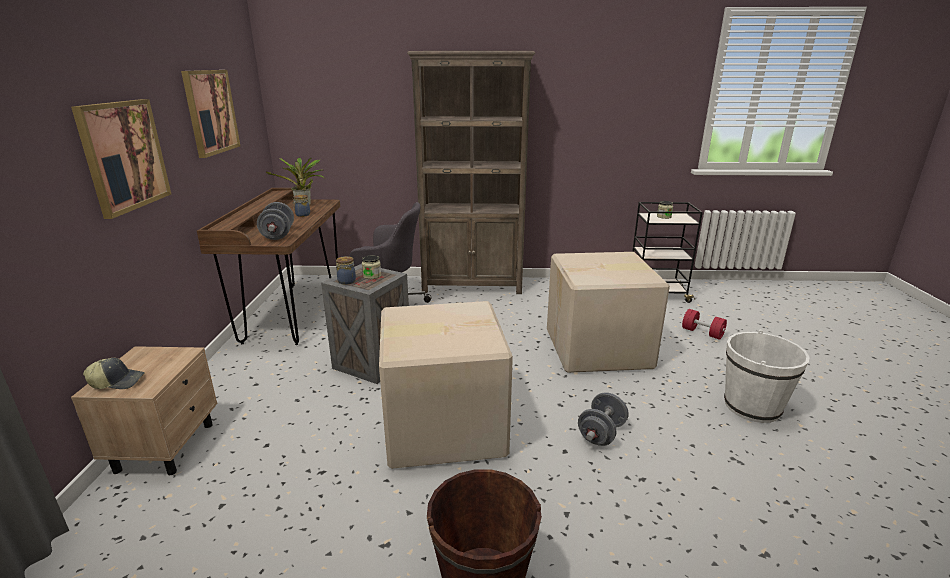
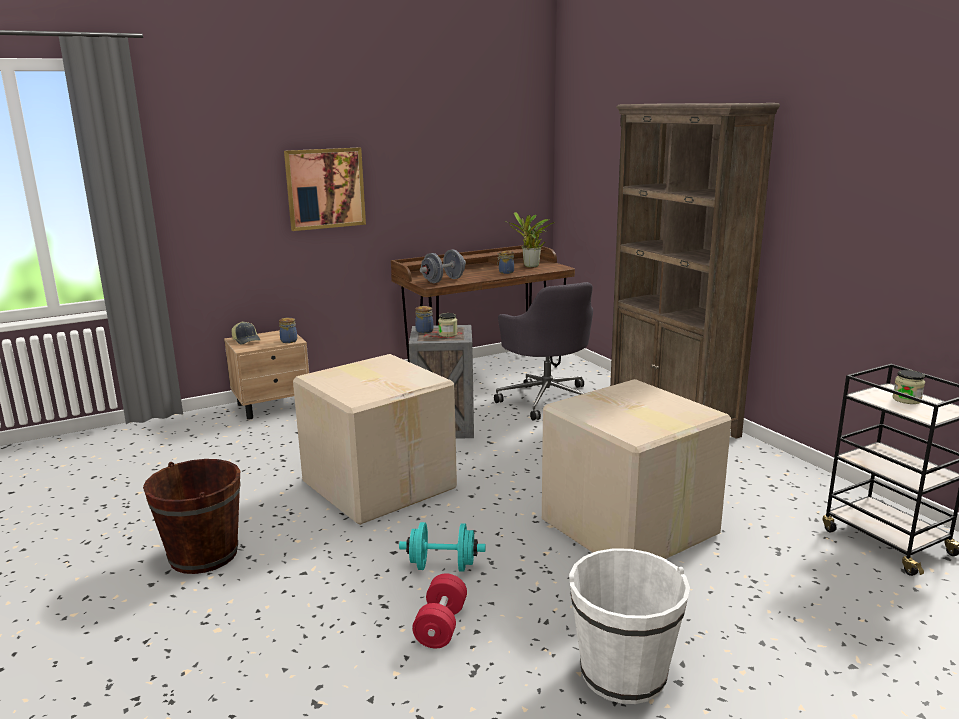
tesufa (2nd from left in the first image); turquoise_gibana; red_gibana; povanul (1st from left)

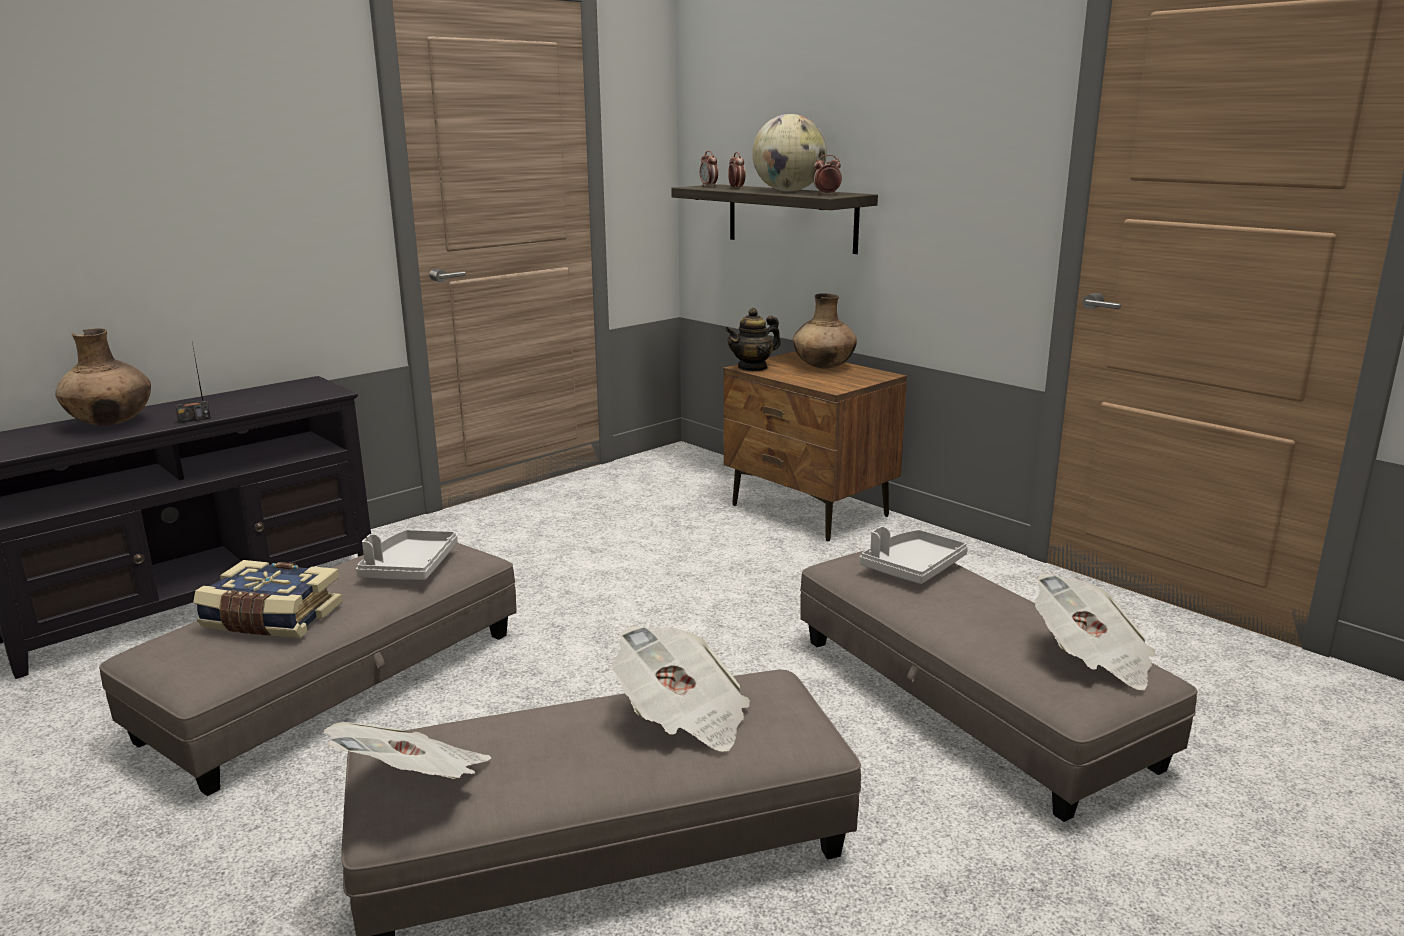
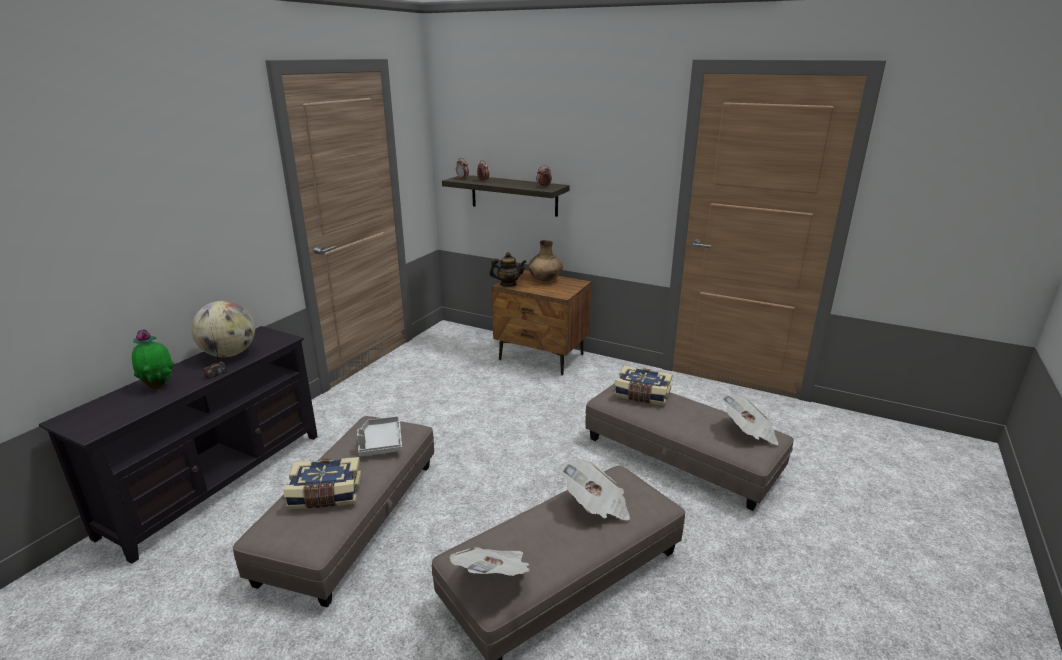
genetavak; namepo; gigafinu; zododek (2nd from left)

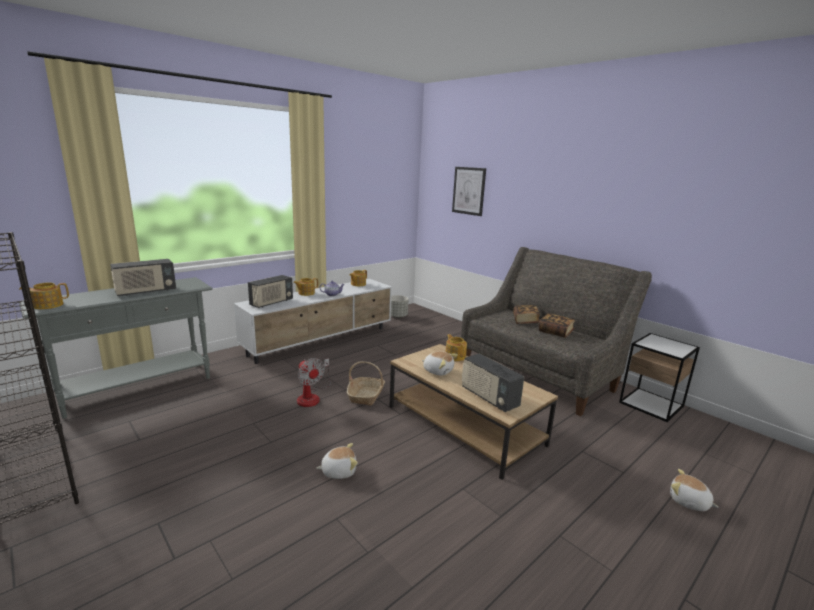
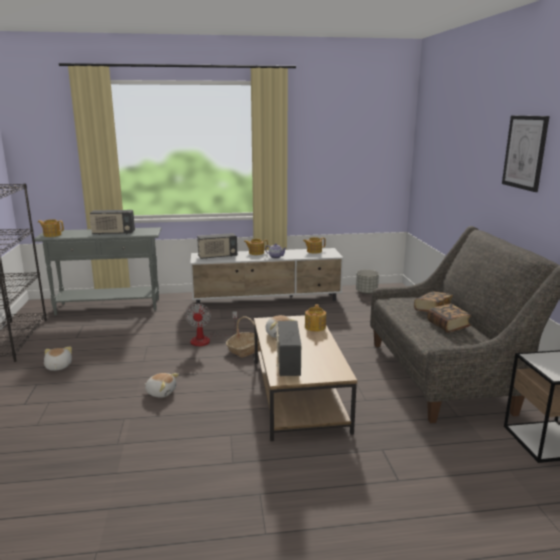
tesufa; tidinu (1st from left)

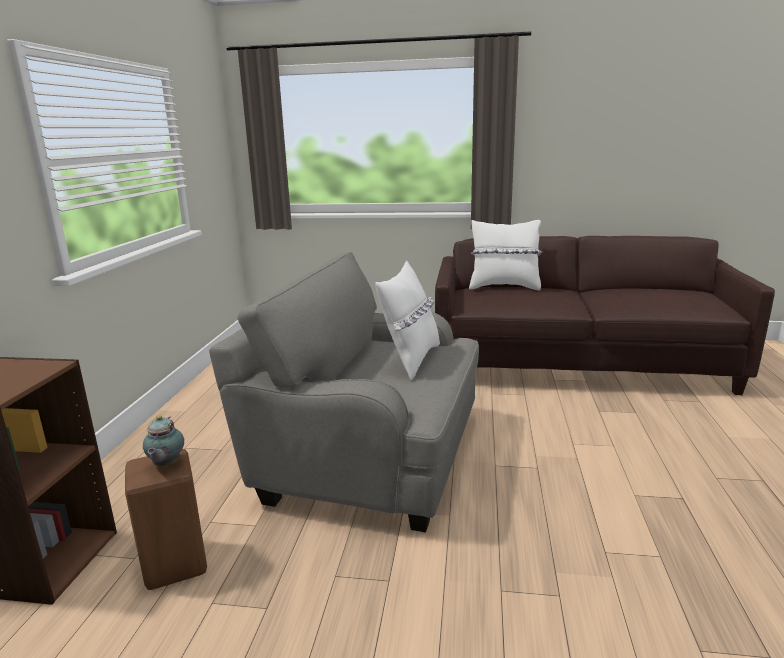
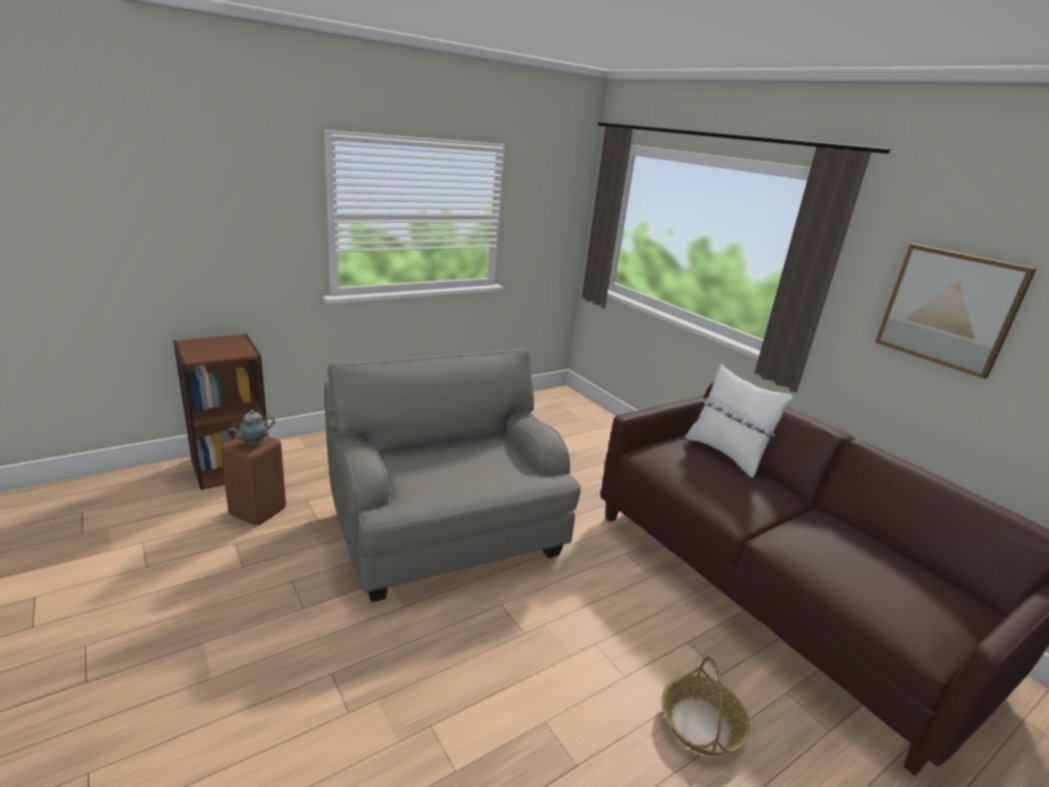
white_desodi (1st from left in the first image); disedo; tesufa

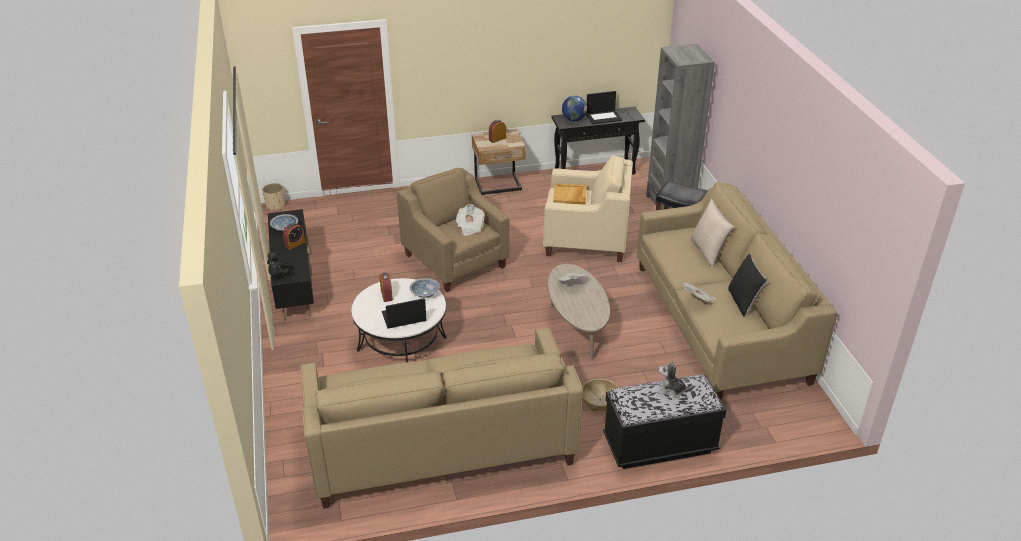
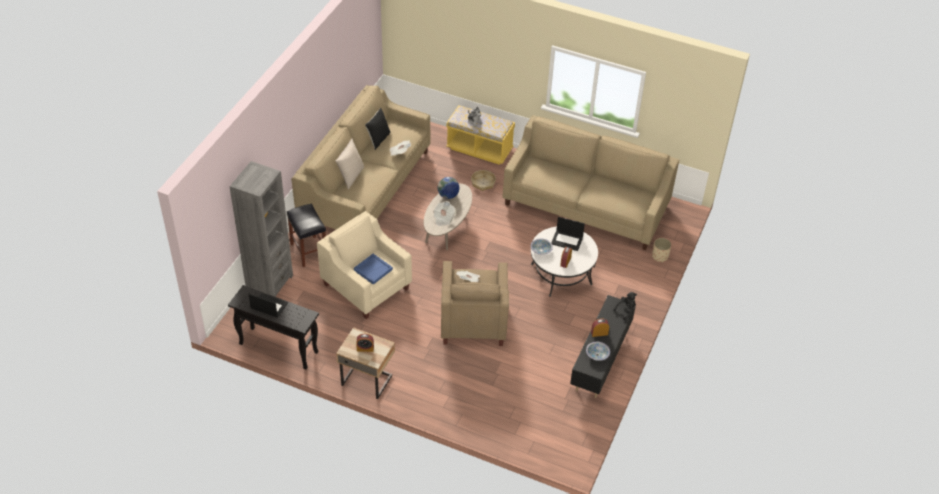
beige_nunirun; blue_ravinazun; gigafinu; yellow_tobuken

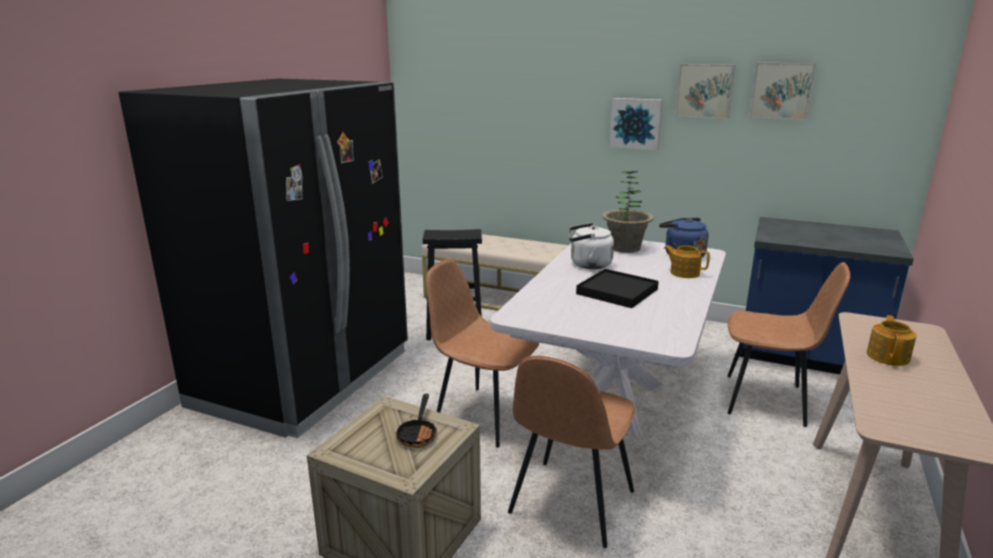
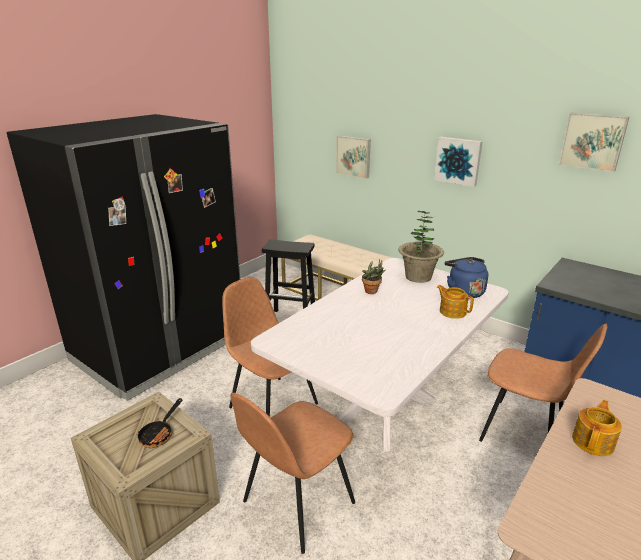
genetavak (1st from left); black_ravinazun; tesufa (1st from left)

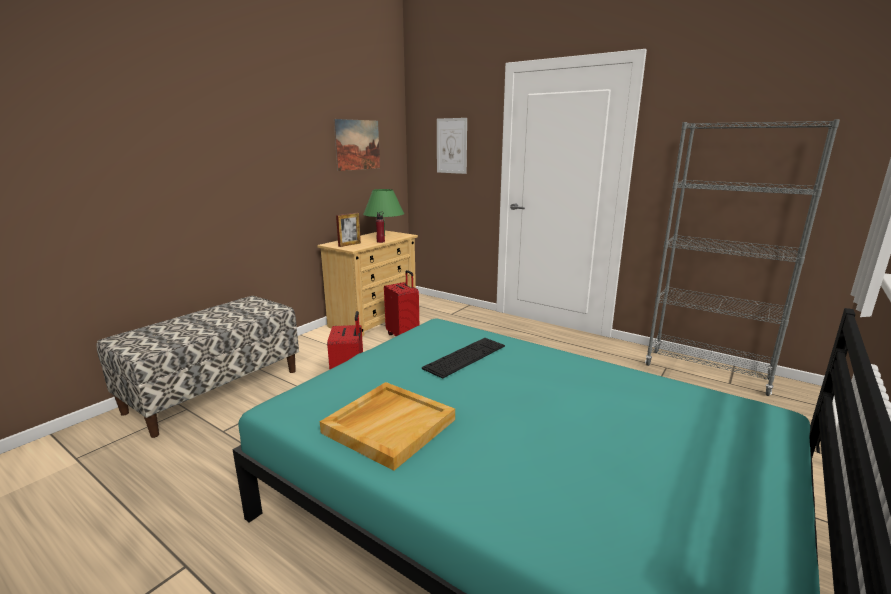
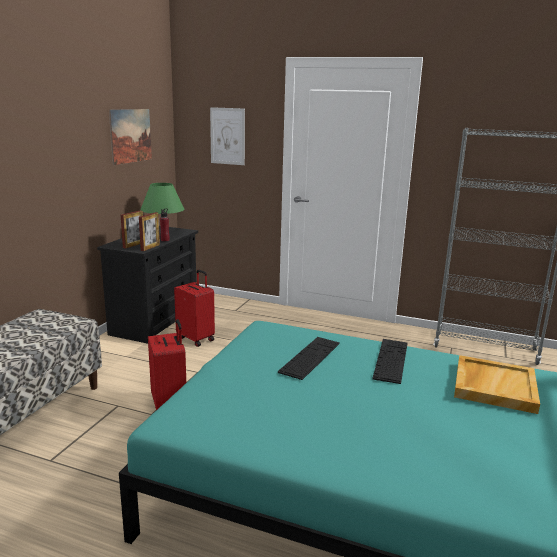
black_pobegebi; beige_ravinazun; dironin (2nd from left); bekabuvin (2nd from left)

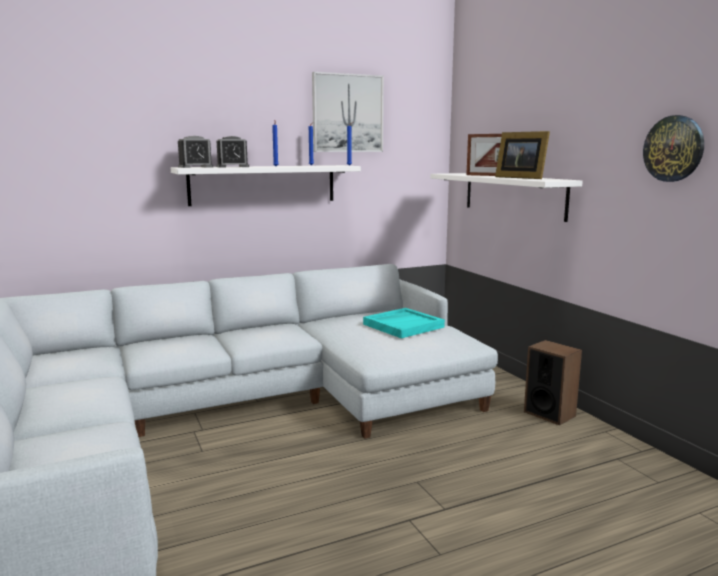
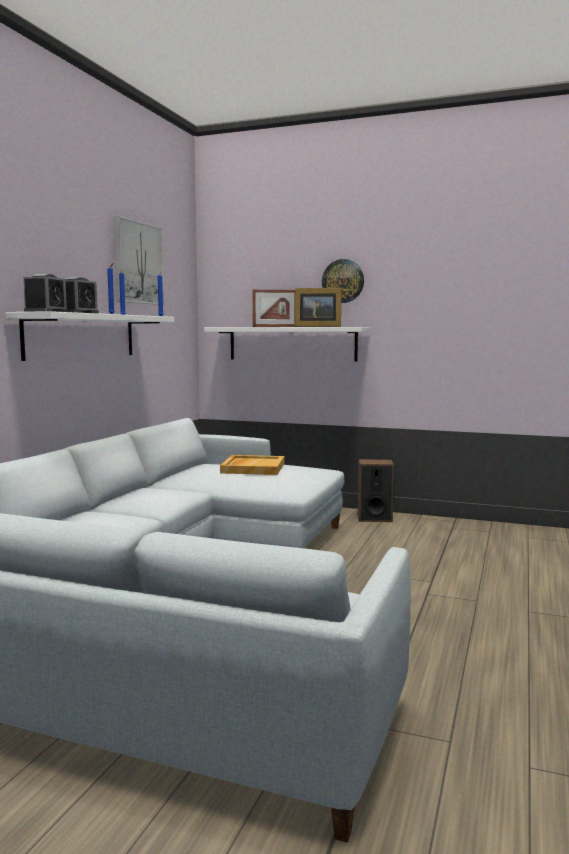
beige_ravinazun; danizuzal

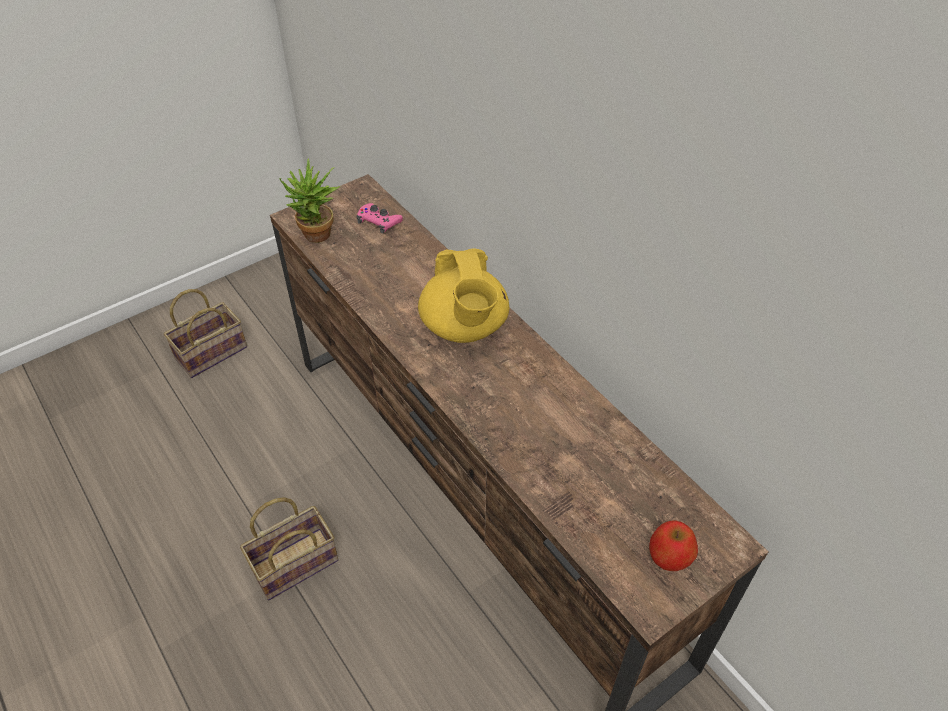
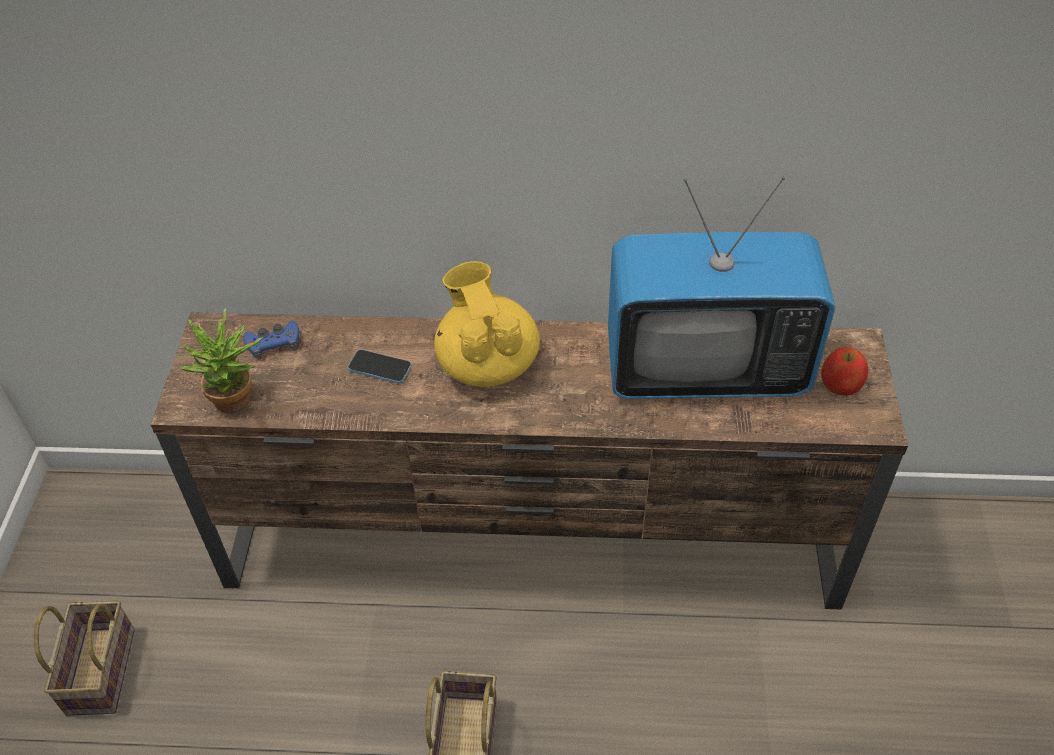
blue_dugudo; yellow_namepo; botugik; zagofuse

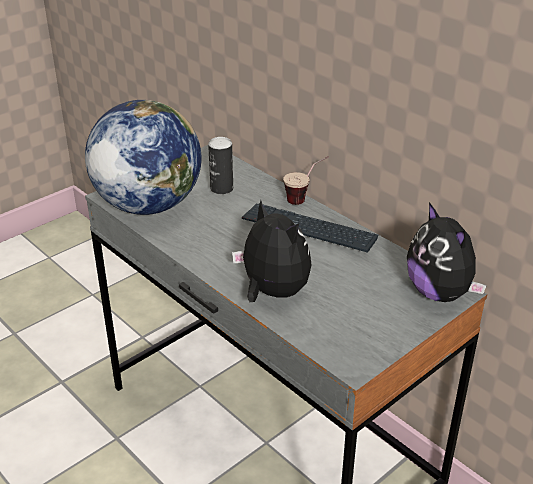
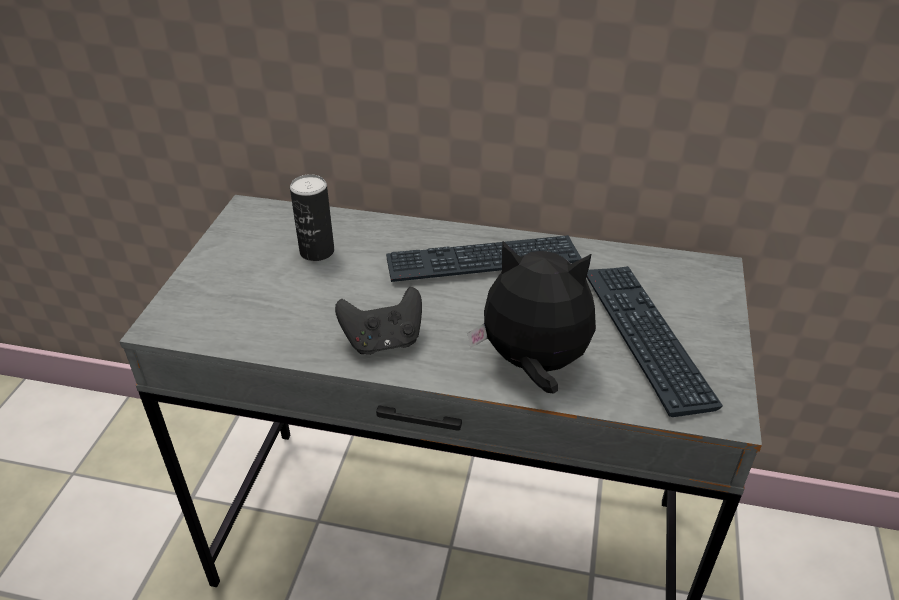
gigafinu; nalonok; tidinu (2nd from left in the first image); black_dugudo; bekabuvin (2nd from left)

